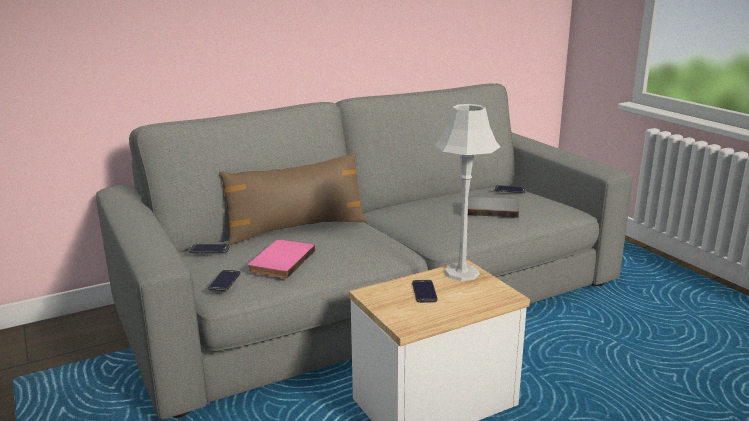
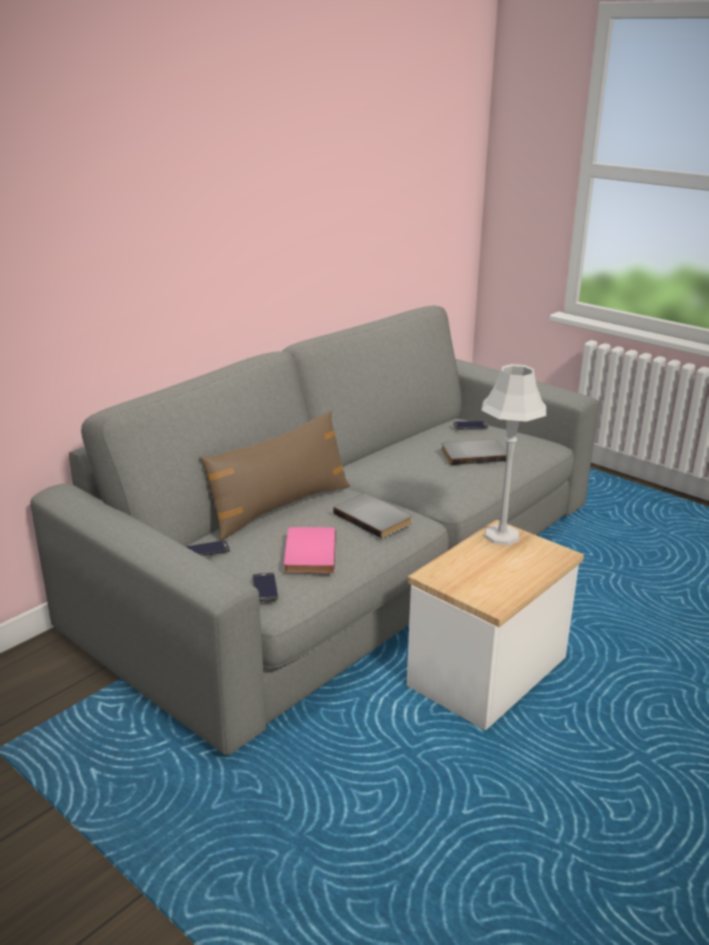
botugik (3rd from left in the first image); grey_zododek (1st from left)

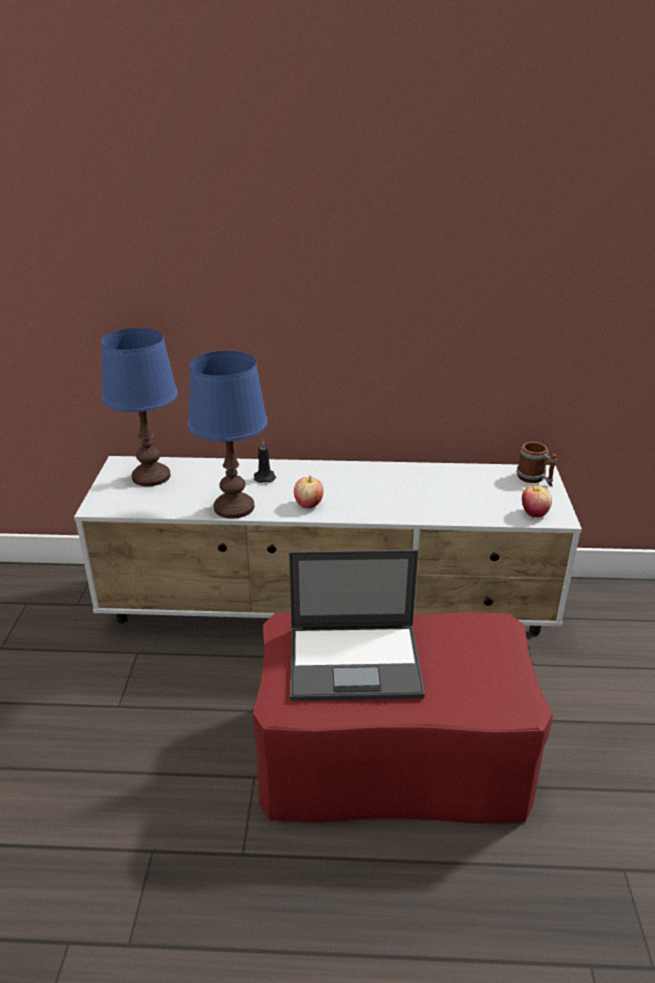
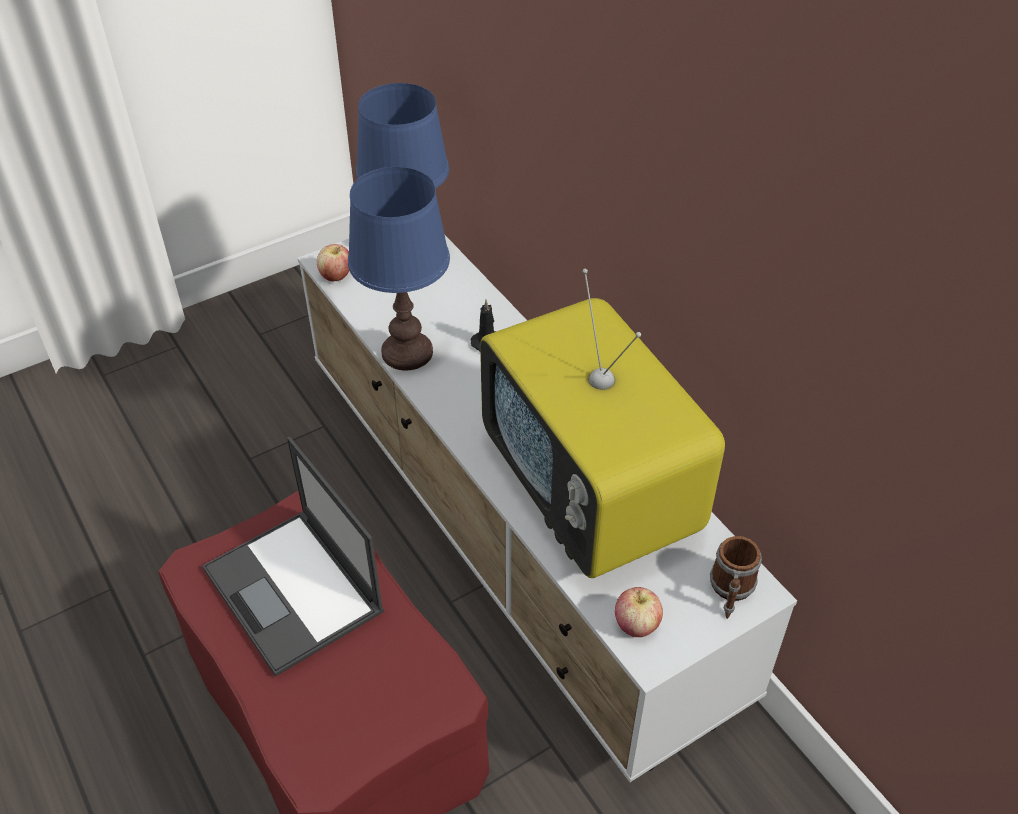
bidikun (1st from left); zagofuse

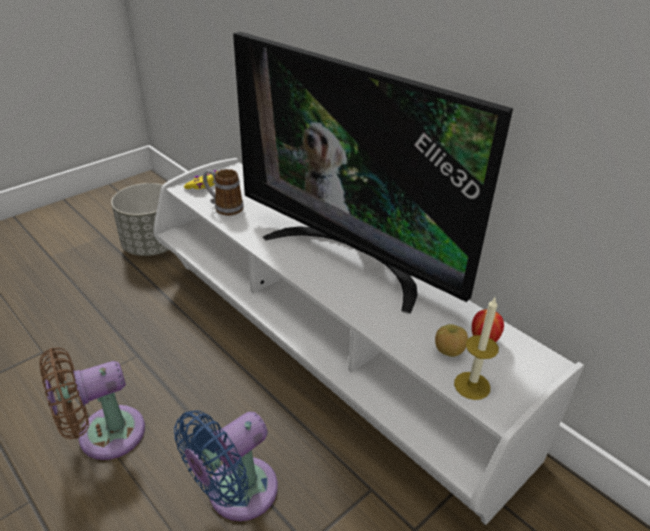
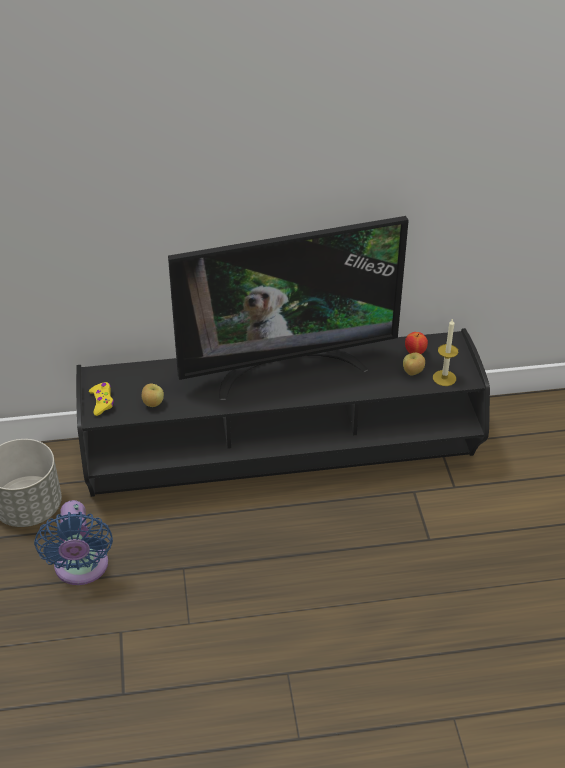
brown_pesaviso; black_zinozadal; blue_pesaviso; bidikun (1st from left)

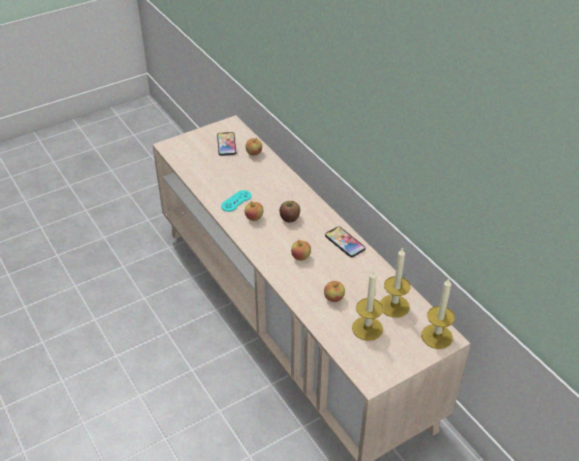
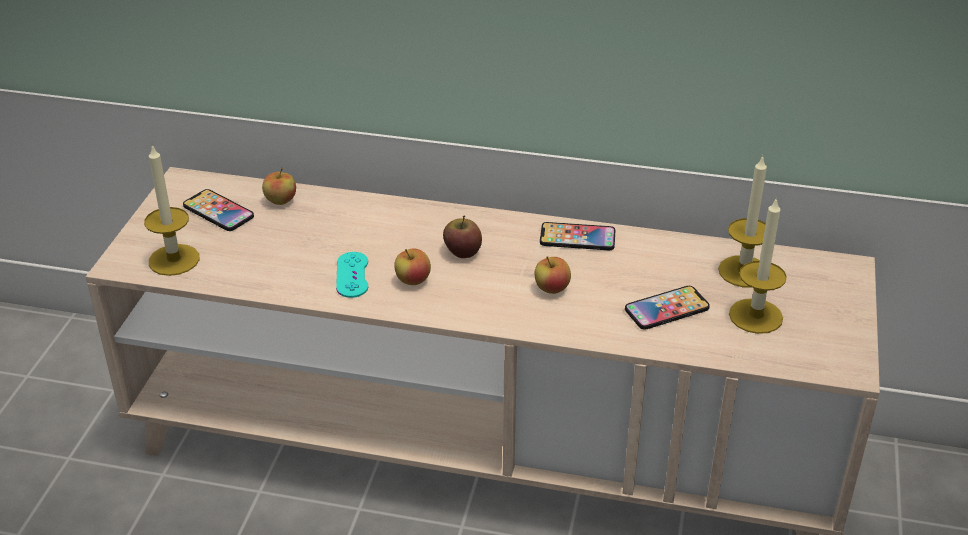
botugik (3rd from left); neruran (1st from left)

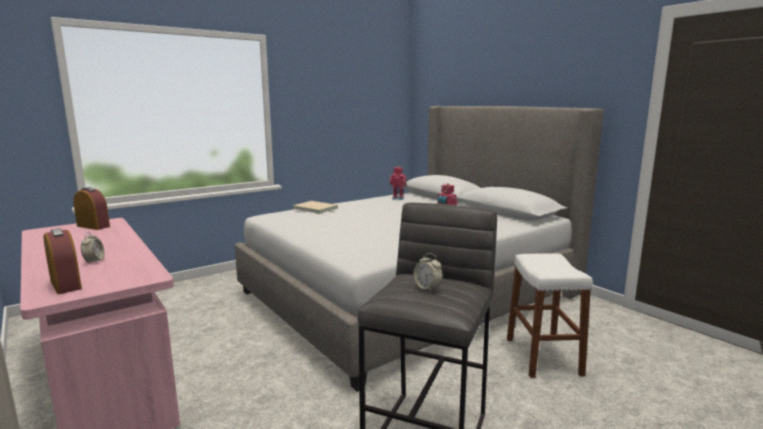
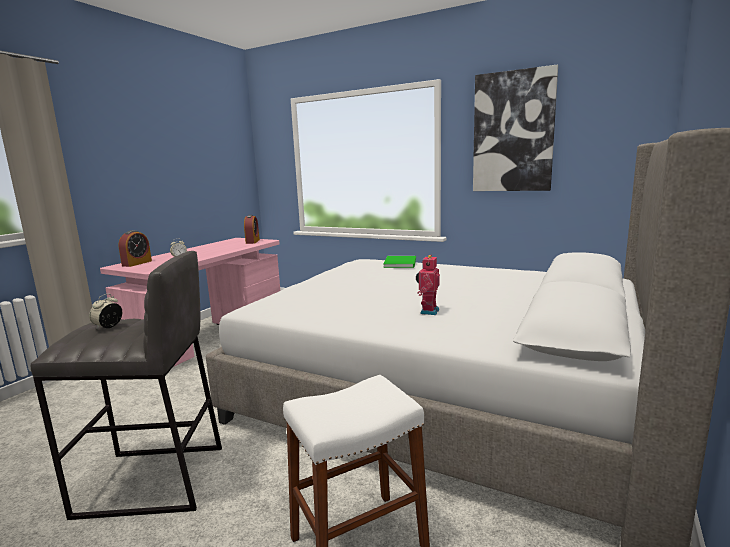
green_zododek; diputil (1st from left in the first image); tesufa

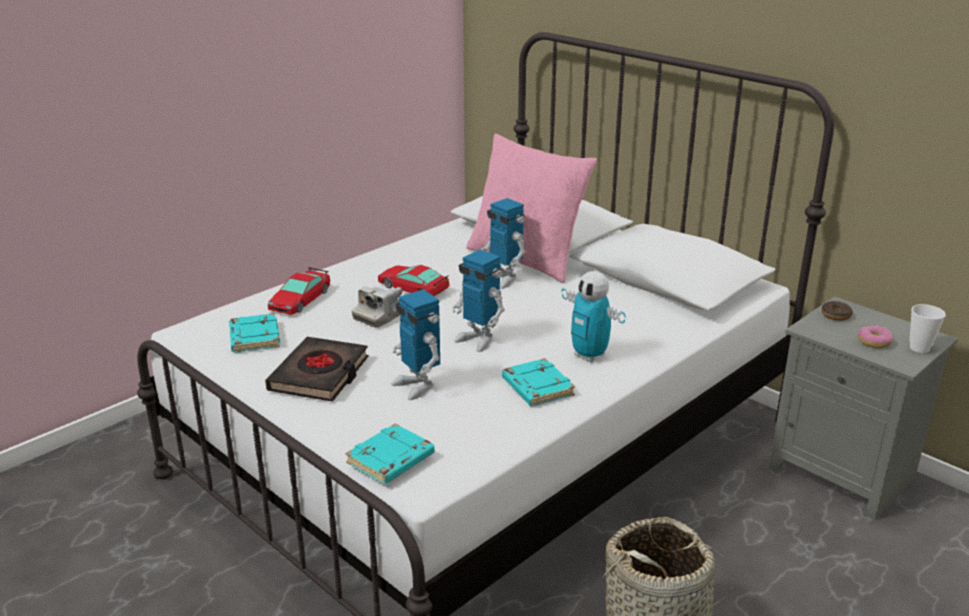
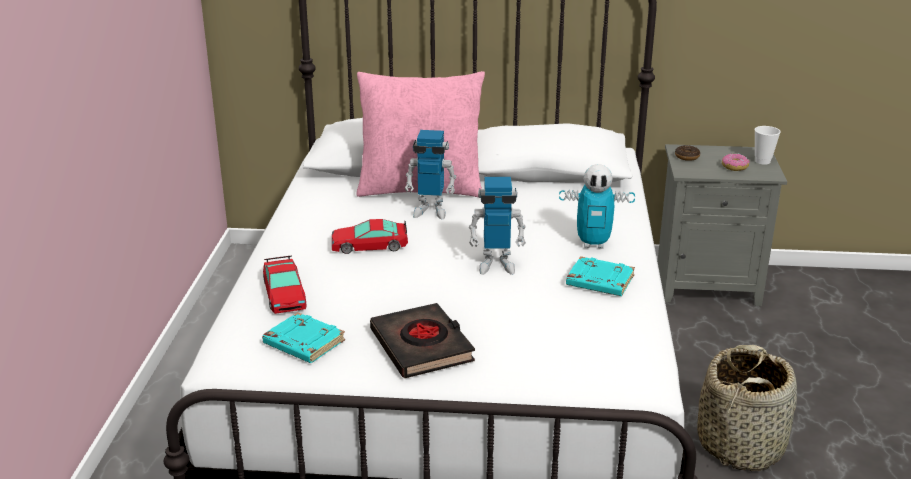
turquoise_zododek (2nd from left in the first image); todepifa; diputil (1st from left in the first image)

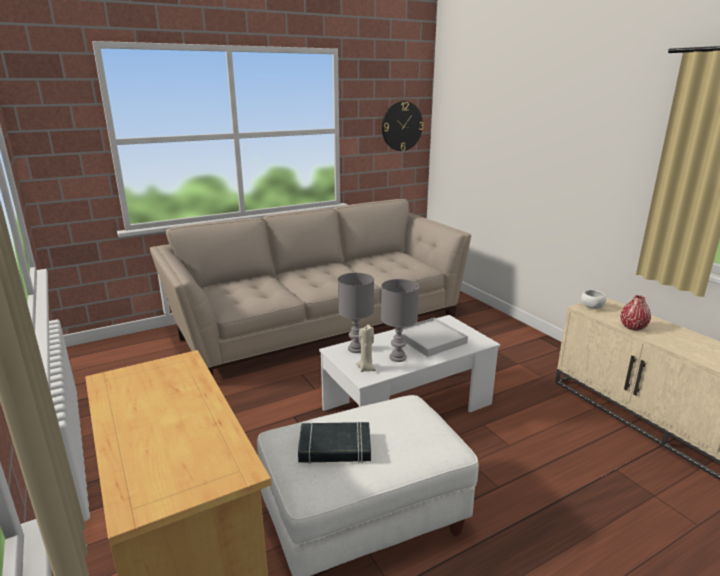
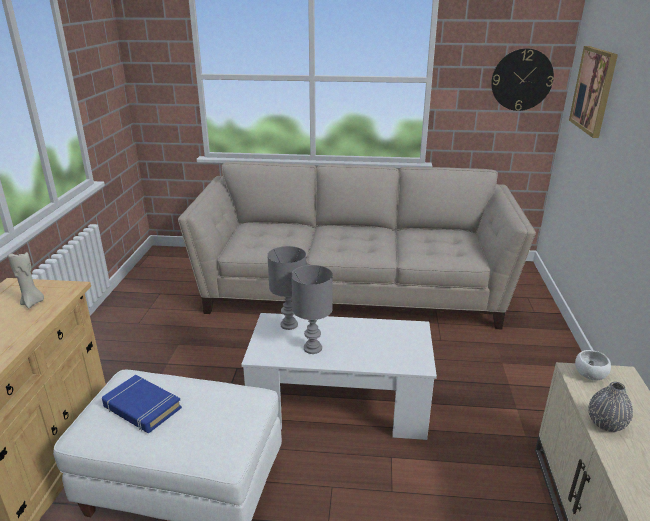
blue_zododek; beige_neruran; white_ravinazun; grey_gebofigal; tesufa

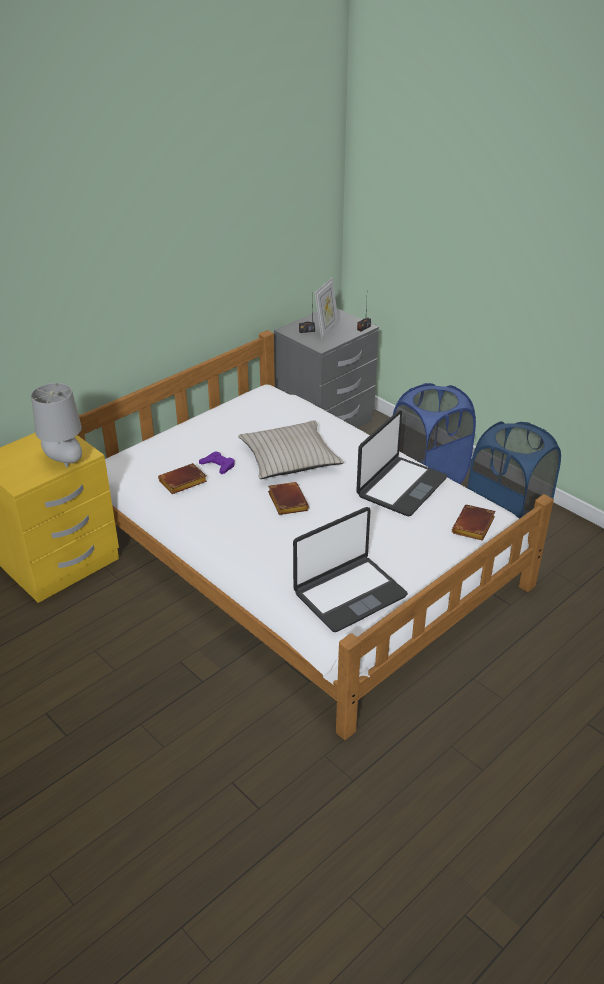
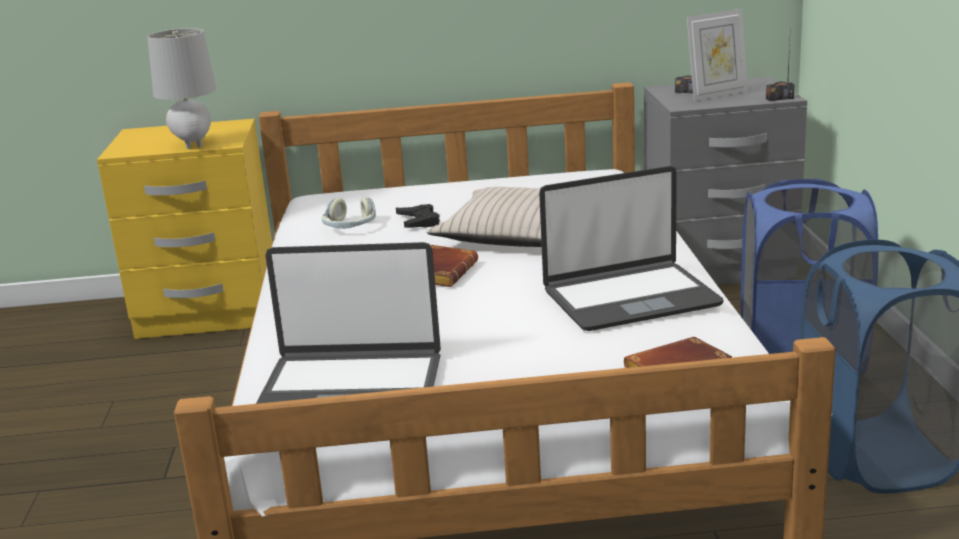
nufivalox; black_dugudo

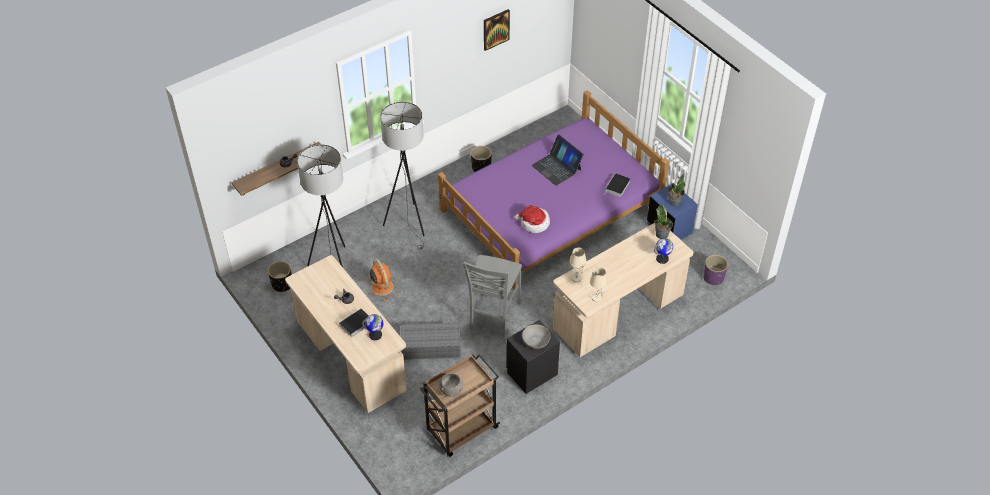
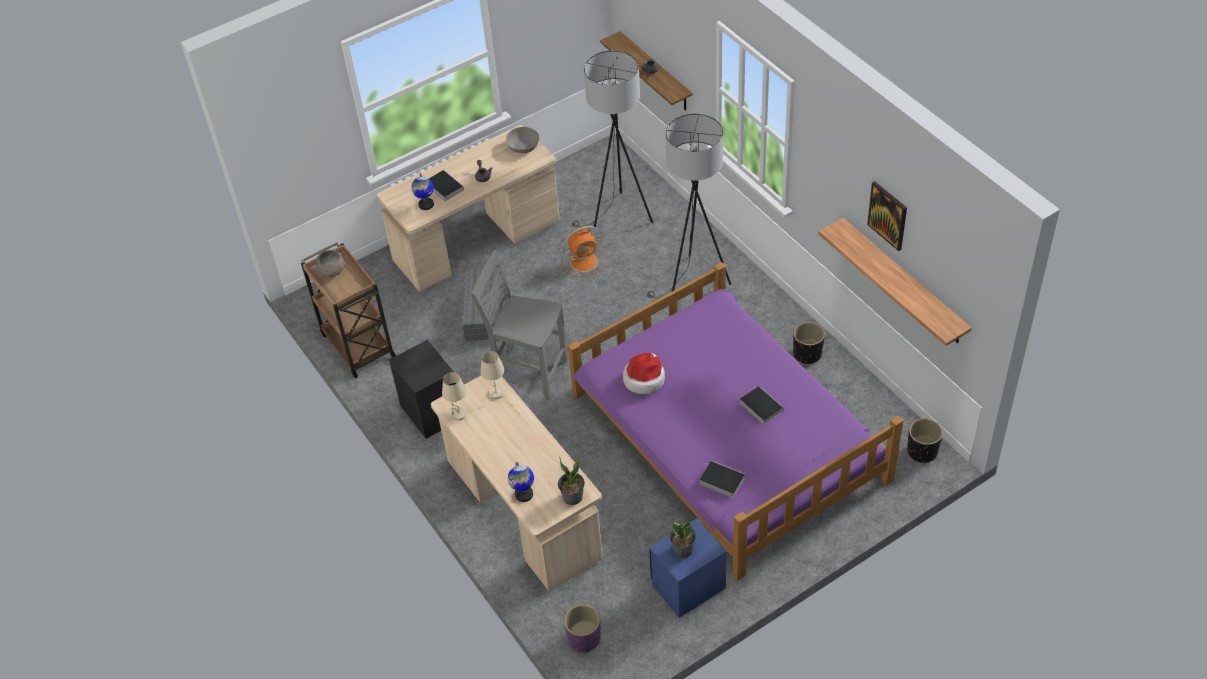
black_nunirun (2nd from left); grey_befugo (2nd from left); zododek (3rd from left); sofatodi (2nd from left)

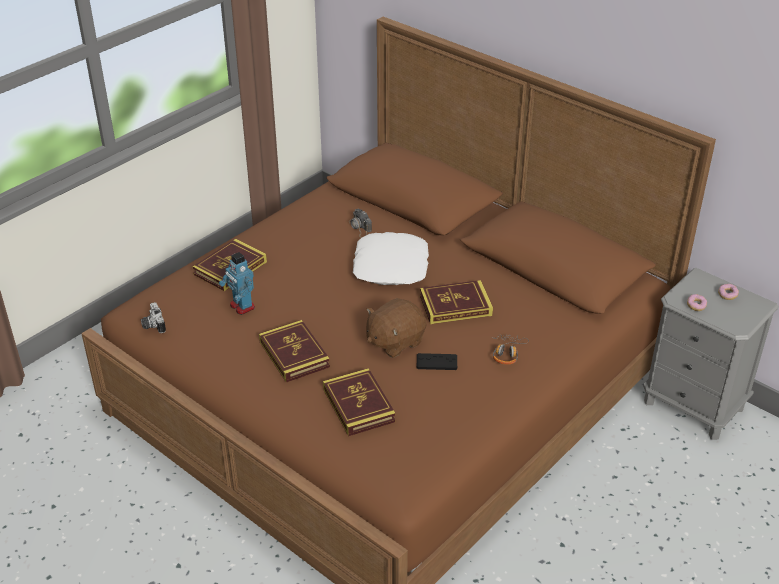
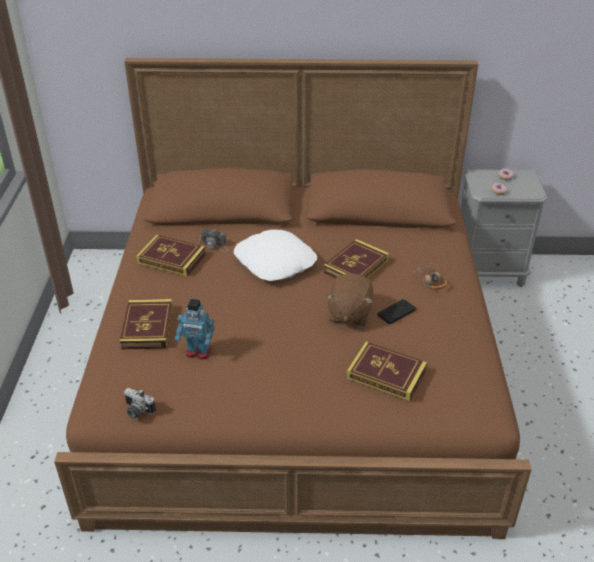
zododek (2nd from left)

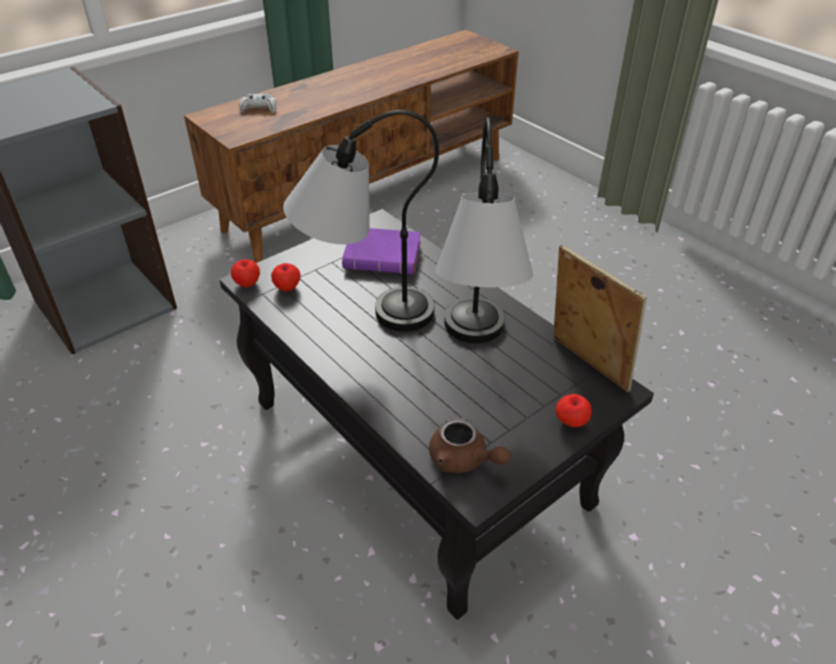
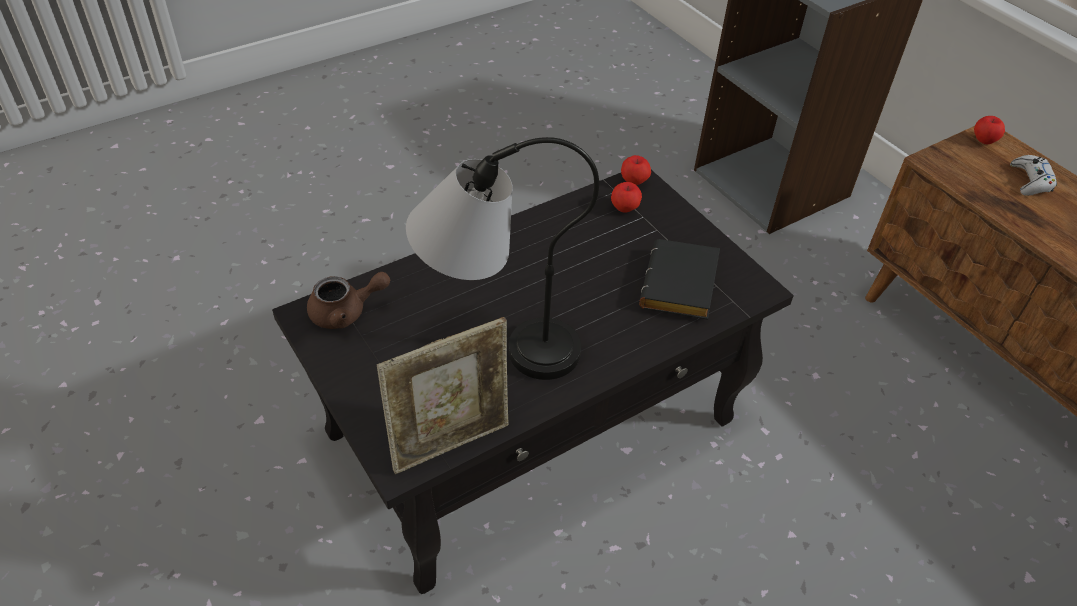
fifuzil (1st from left in the first image); black_zododek; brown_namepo; bidikun (3rd from left)

